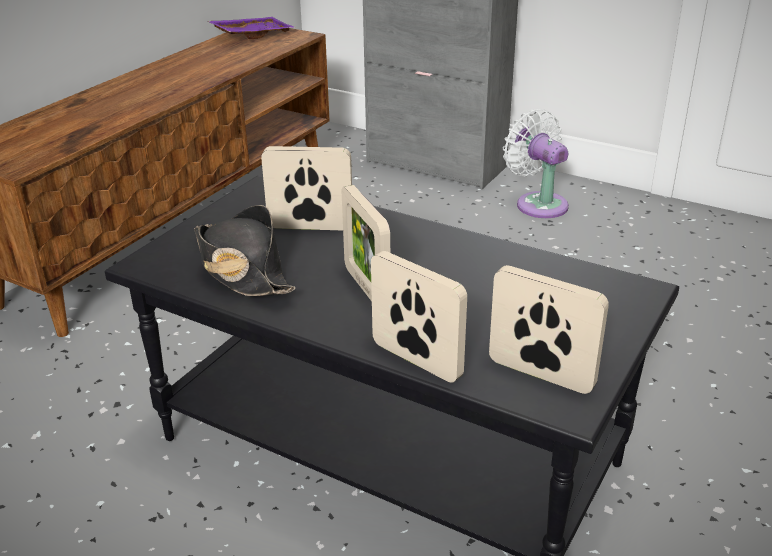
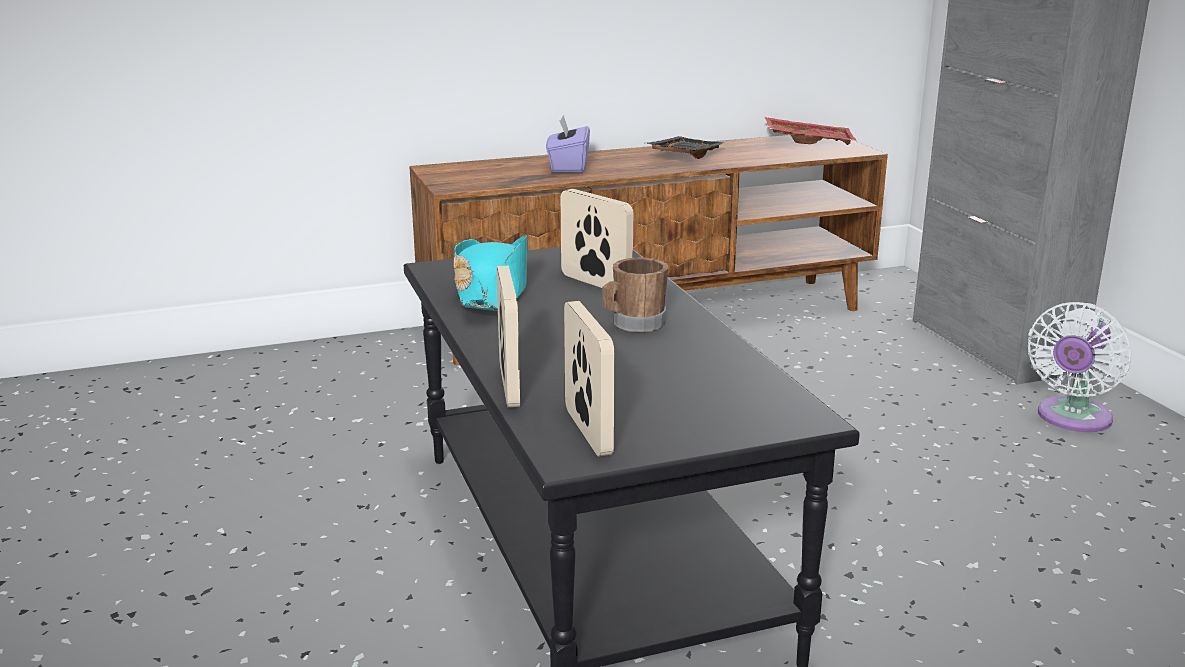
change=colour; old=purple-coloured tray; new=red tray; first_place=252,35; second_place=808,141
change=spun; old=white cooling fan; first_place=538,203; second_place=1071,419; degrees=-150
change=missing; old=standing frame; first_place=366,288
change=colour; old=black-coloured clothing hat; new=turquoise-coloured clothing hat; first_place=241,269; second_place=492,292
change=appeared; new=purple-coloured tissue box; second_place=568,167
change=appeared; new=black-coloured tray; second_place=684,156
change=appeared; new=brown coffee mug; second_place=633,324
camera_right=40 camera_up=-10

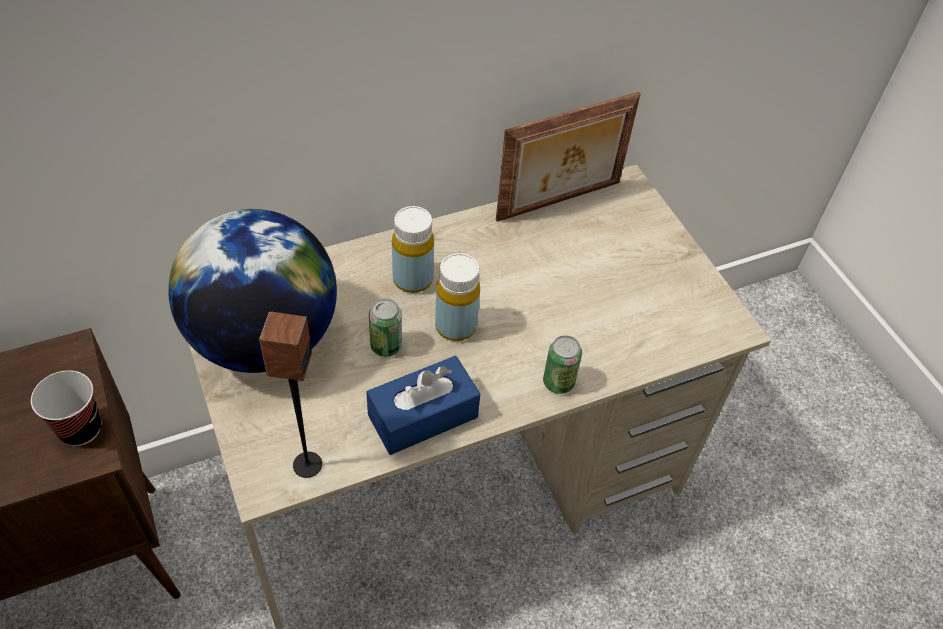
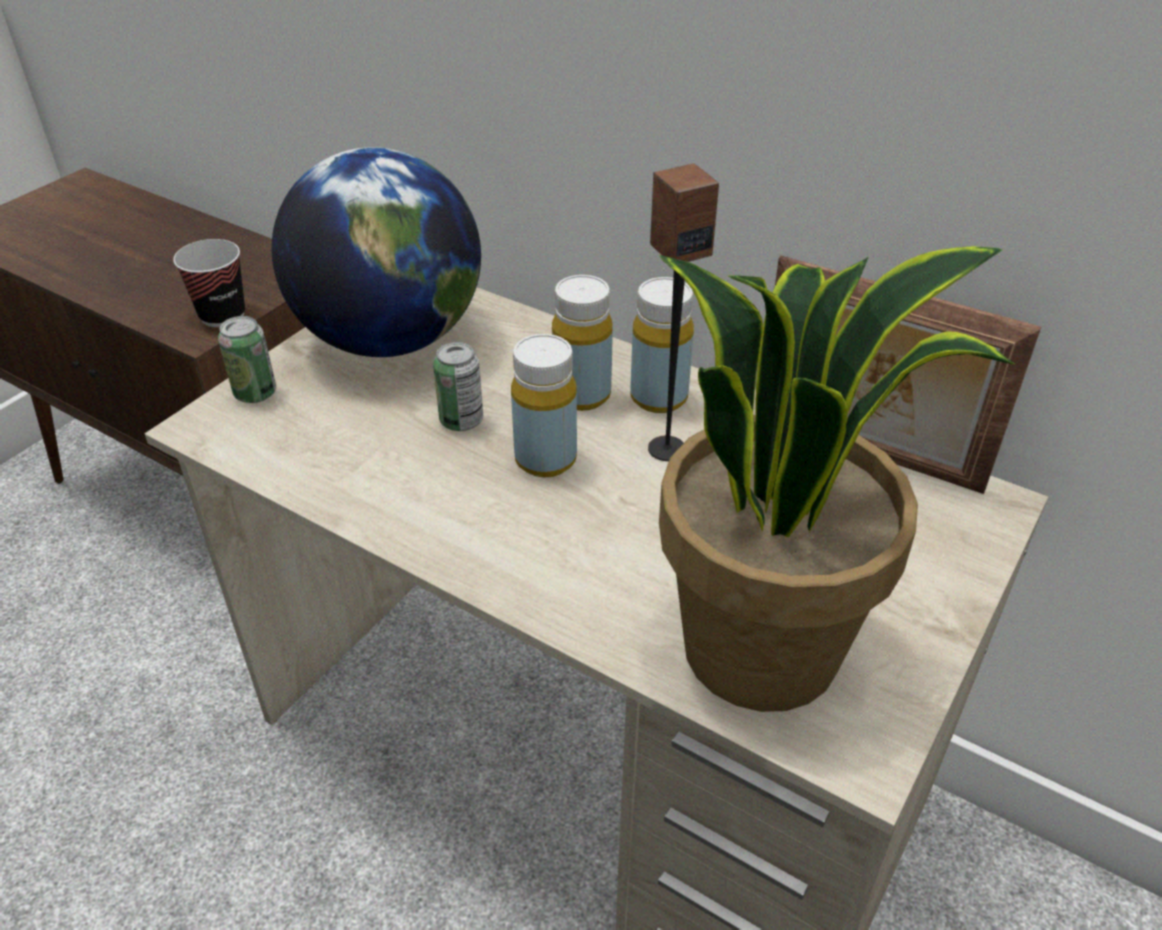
change=relocated; old=loudspeaker; first_place=307,464; second_place=666,448
change=relocated; old=sealed can; first_place=558,382; second_place=255,393
change=missing; old=blue tissue box; first_place=423,416
change=appeared; new=plant in a pot; second_place=762,646
change=appeared; new=yellowish beverage bottle; second_place=658,397
camera_right=60 camera_up=-10

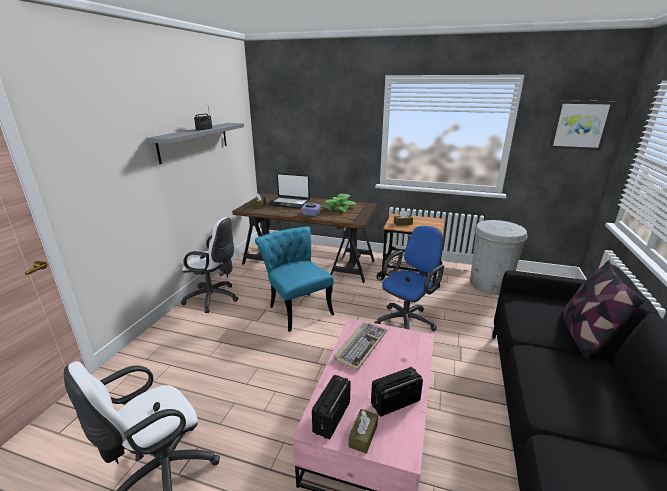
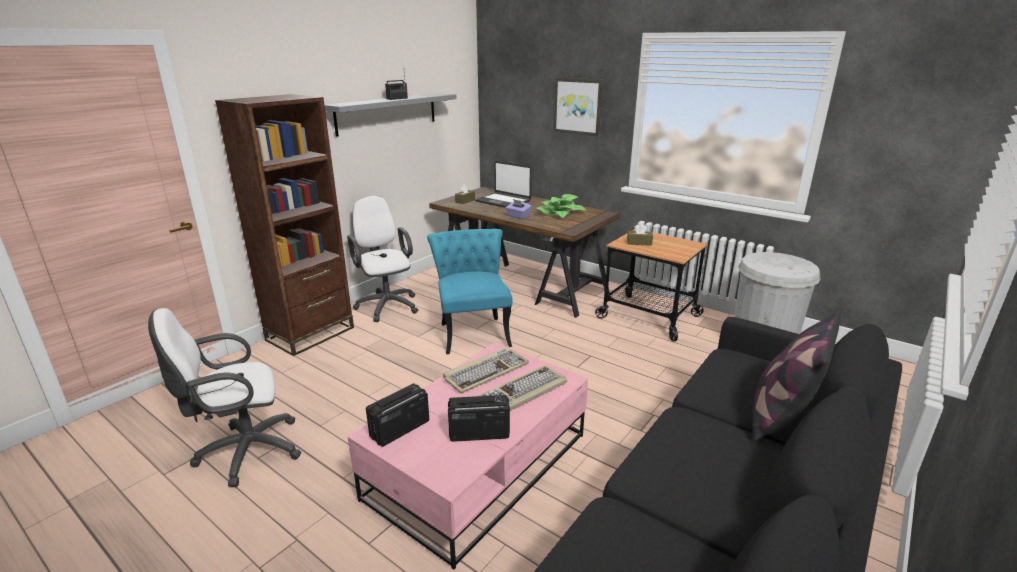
change=relocated; old=wall art; first_place=579,125; second_place=578,106
change=spun; old=white office chair; first_place=214,298; second_place=386,305; degrees=-150
change=missing; old=blue office chair; first_place=407,321
change=missing; old=brown tissue box; first_place=363,435
change=appeared; new=brown bookcase; second_place=310,334
change=appeared; new=computer keyboard; second_place=523,392
camera_right=20 camera_up=0

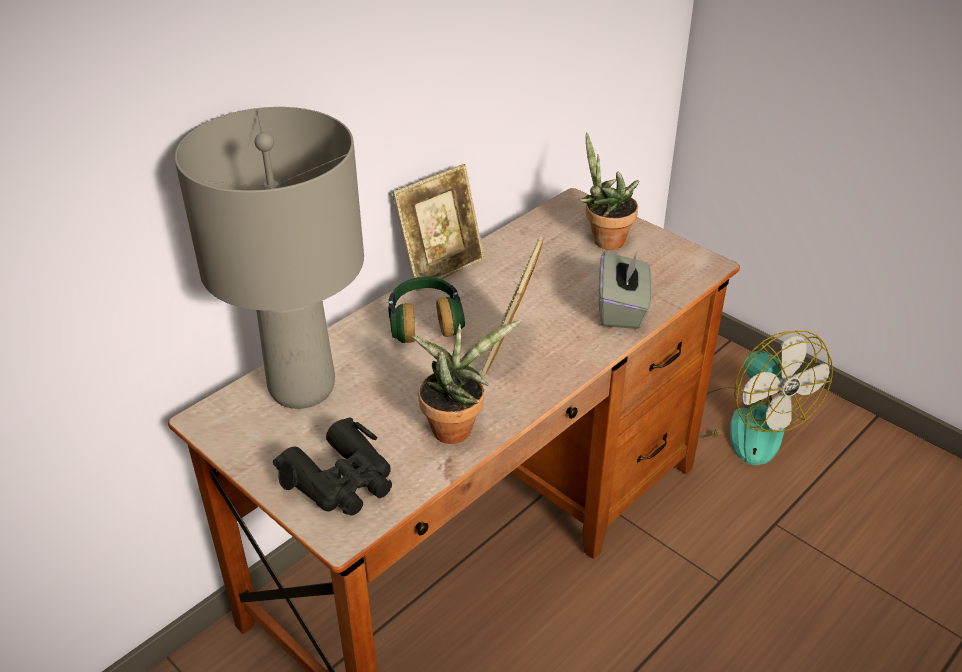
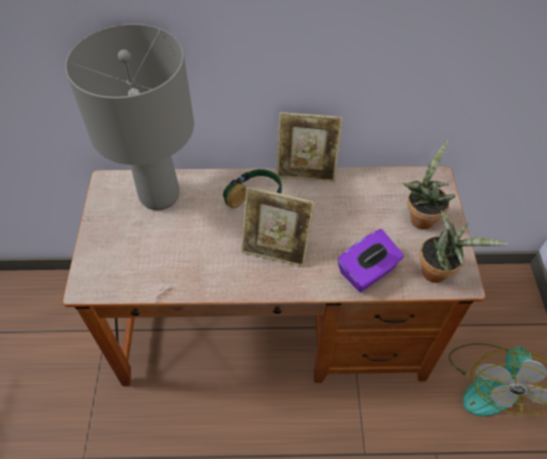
change=spun; old=standing frame; first_place=510,349; second_place=276,249; degrees=-135
change=colour; old=gray tissue box; new=purple-coloured tissue box; first_place=622,309; second_place=367,272
change=relocated; old=plant in a pot; first_place=456,426; second_place=438,271
change=missing; old=black-coloured binoculars; first_place=341,480
camera_right=45 camera_up=15

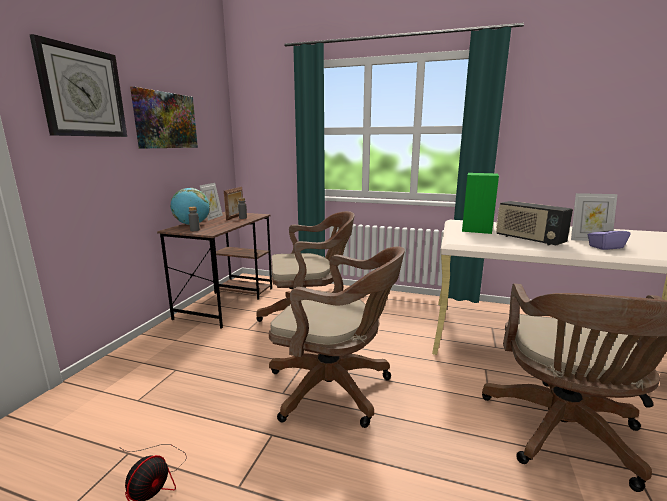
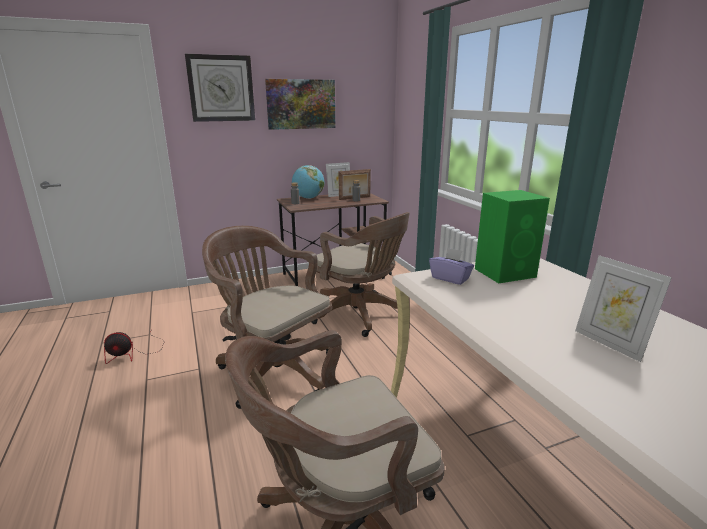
change=missing; old=radio; first_place=528,239
change=relocated; old=purple-coloured tissue box; first_place=605,247; second_place=450,278
change=spun; old=brown office chair; first_place=335,389; second_place=273,370; degrees=150
camera_right=50 camera_up=5

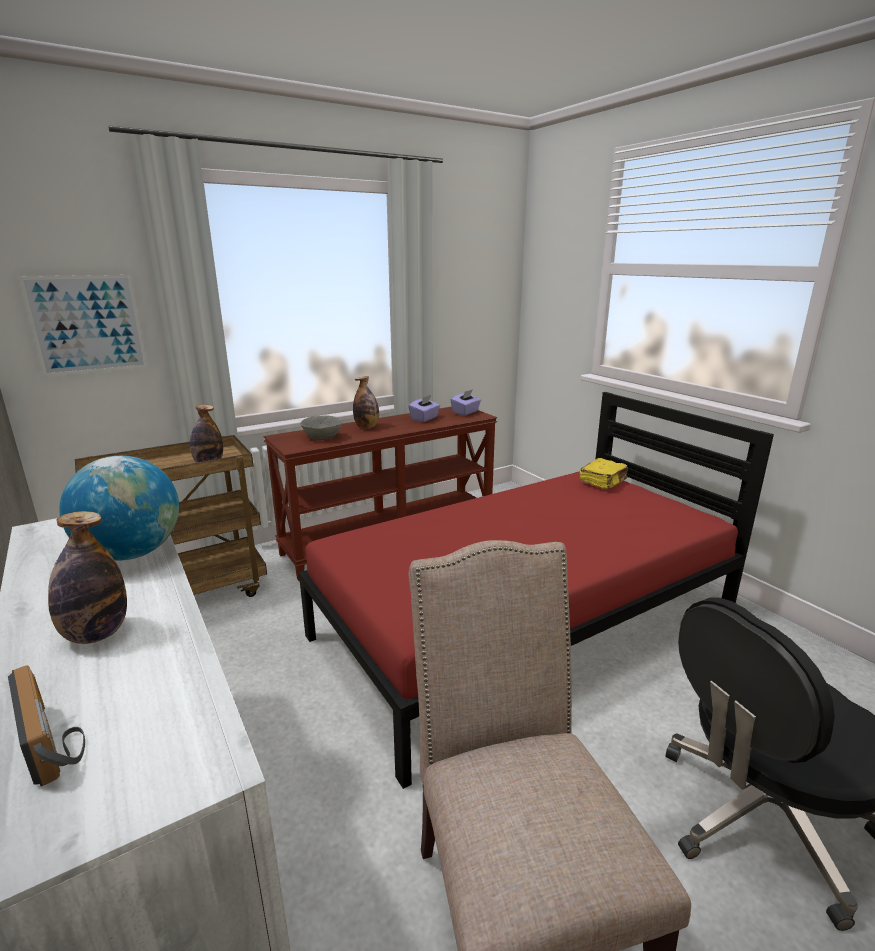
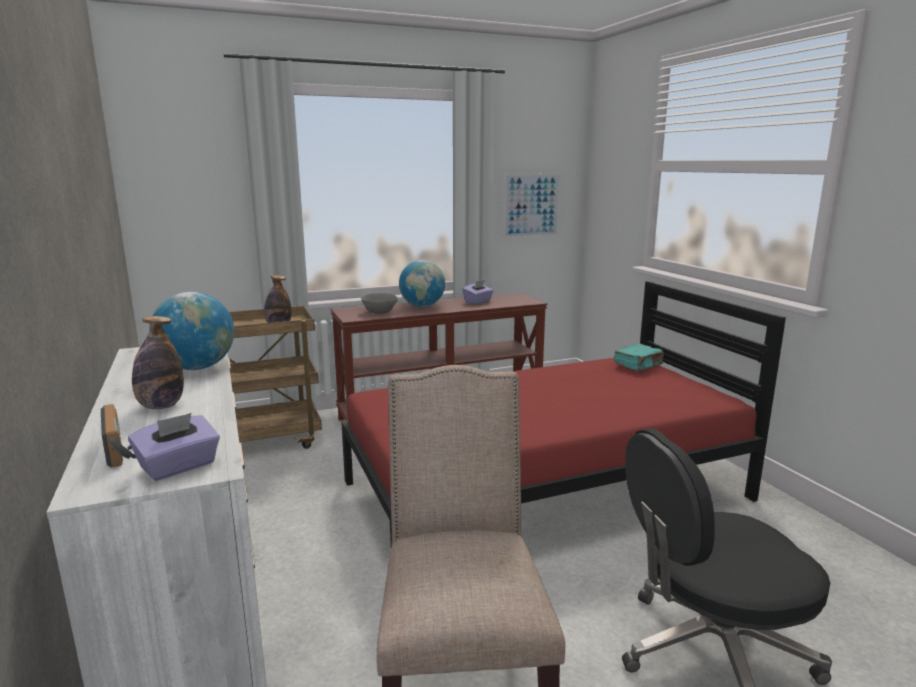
change=relocated; old=wall art; first_place=87,325; second_place=531,205
change=exchanged; old=beverage bottle; new=desk globe; first_place=367,427; second_place=422,306
change=relocated; old=purple-coloured tissue box; first_place=465,412; second_place=179,467
change=colour; old=yellowish book; new=turquoise-coloured book; first_place=603,482; second_place=638,365
camera_right=10 camera_up=-5

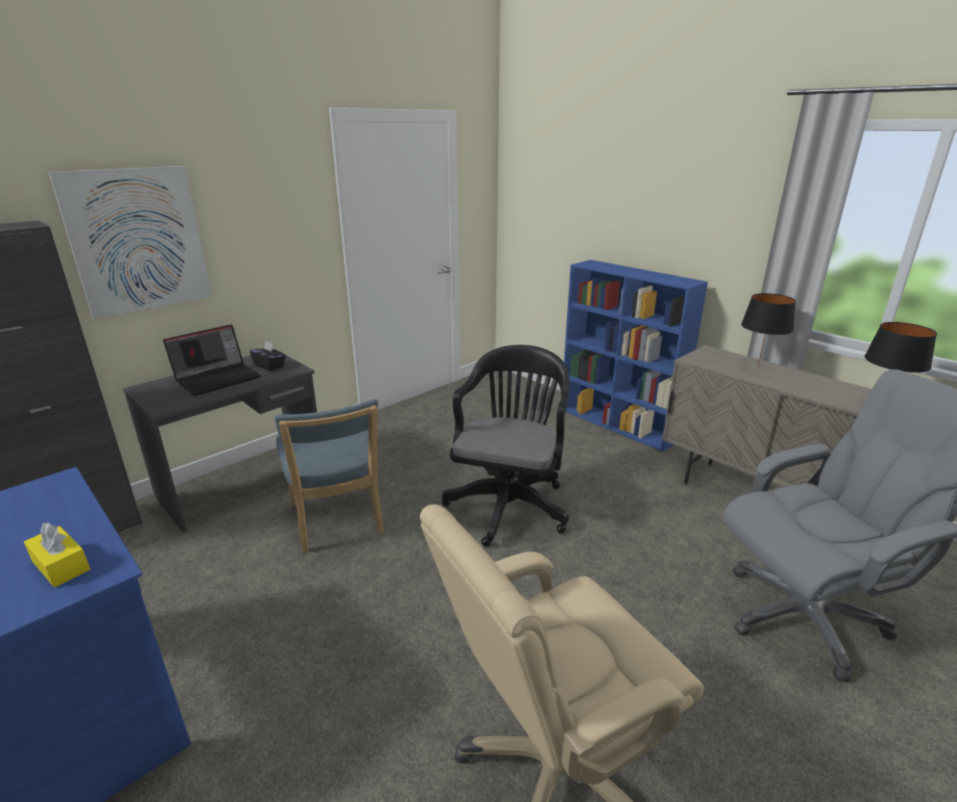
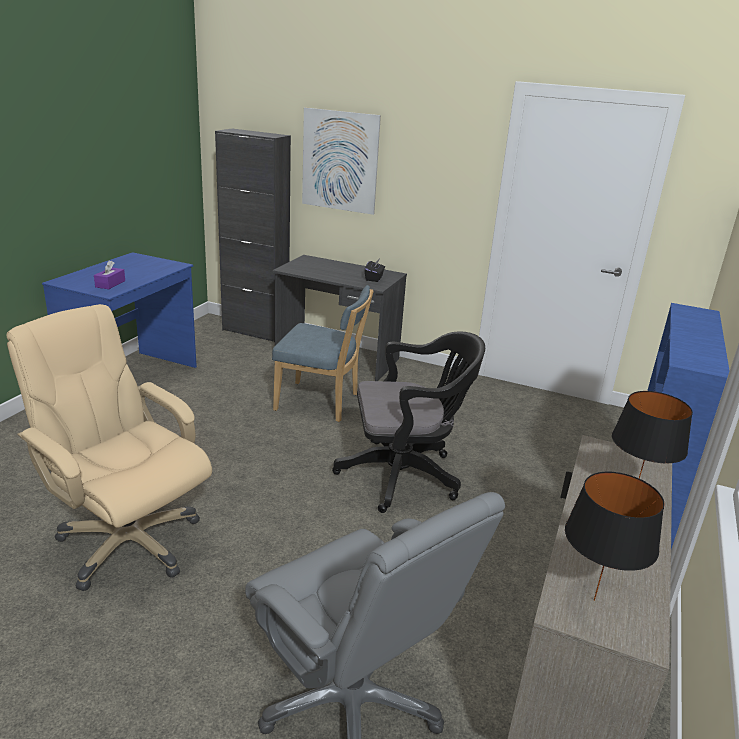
change=missing; old=notebook computer; first_place=218,378
change=spun; old=blue upright chair; first_place=337,521; second_place=321,403; degrees=-120
change=colour; old=yellowish tissue box; new=purple-coloured tissue box; first_place=61,565; second_place=110,284
camera_right=65 camera_up=0

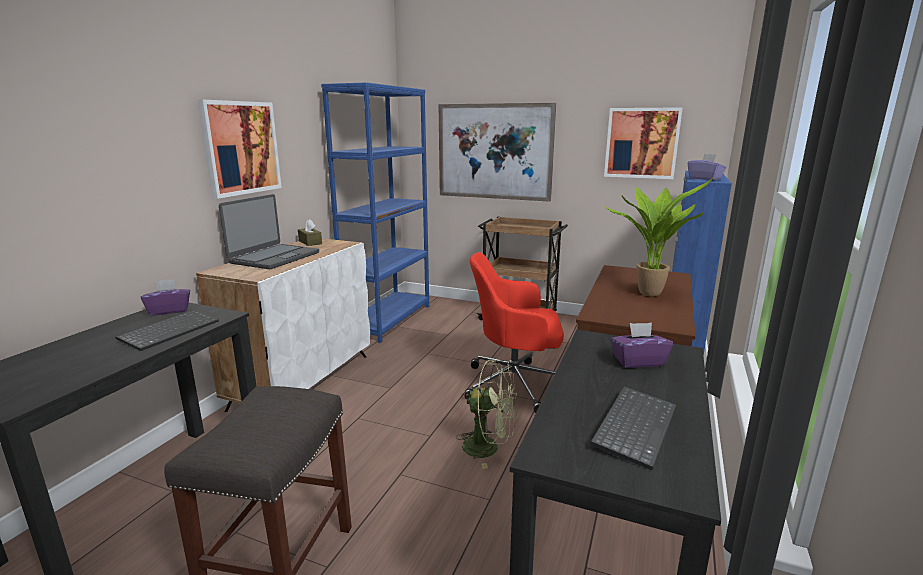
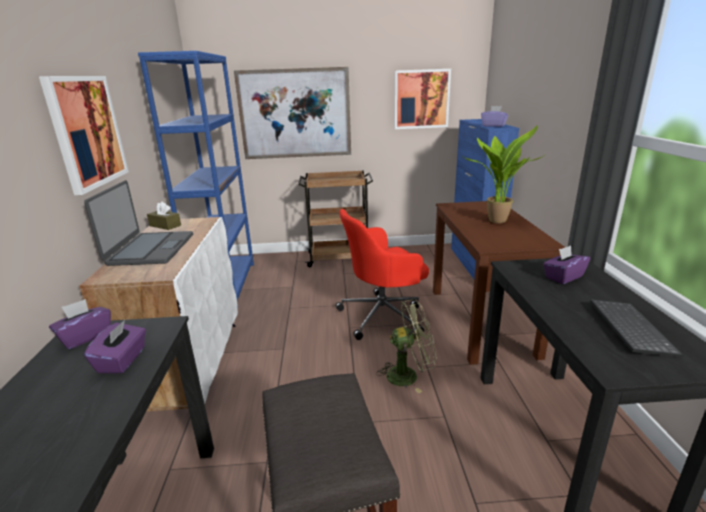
change=exchanged; old=computer keyboard; new=purple-coloured tissue box; first_place=170,331; second_place=122,360
camera_right=-25 camera_up=5

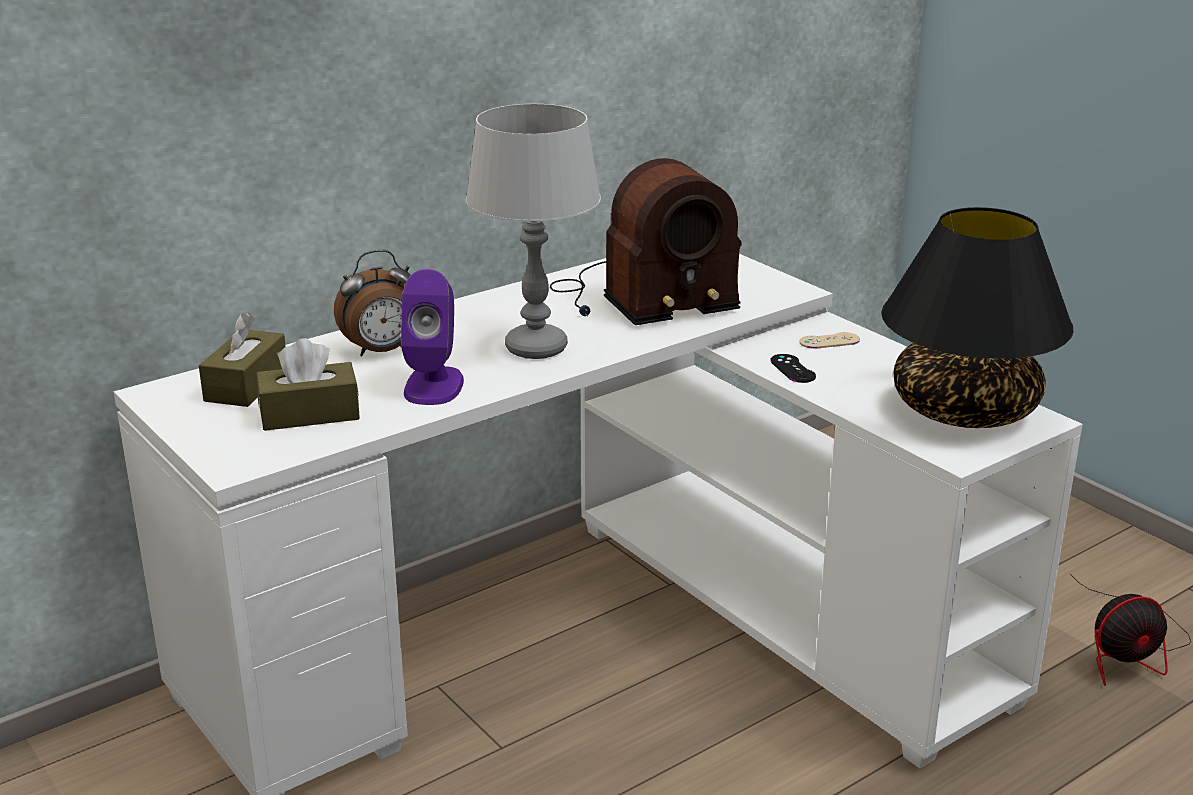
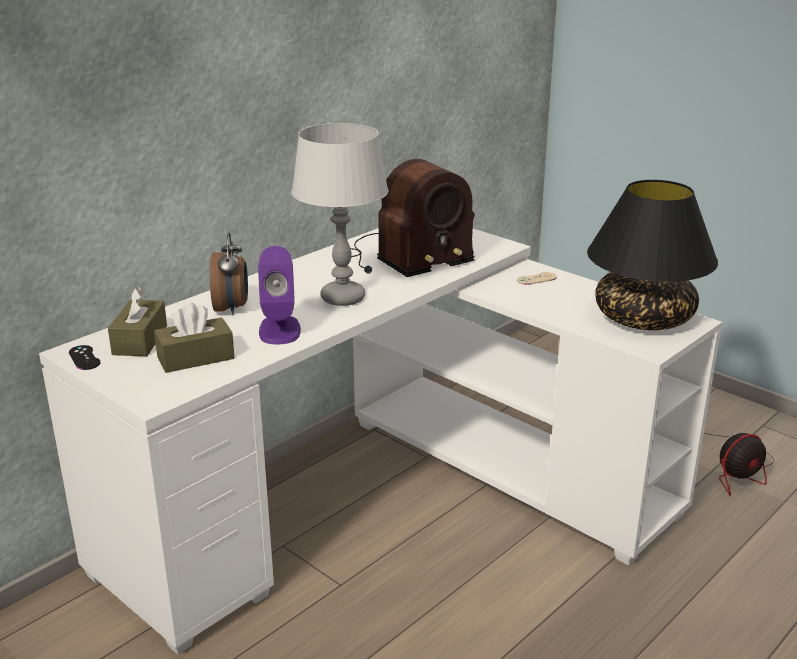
change=spun; old=alarm clock; first_place=381,351; second_place=232,308; degrees=-60
change=relocated; old=black-coloured joypad; first_place=792,369; second_place=84,358
camera_right=-10 camera_up=0

